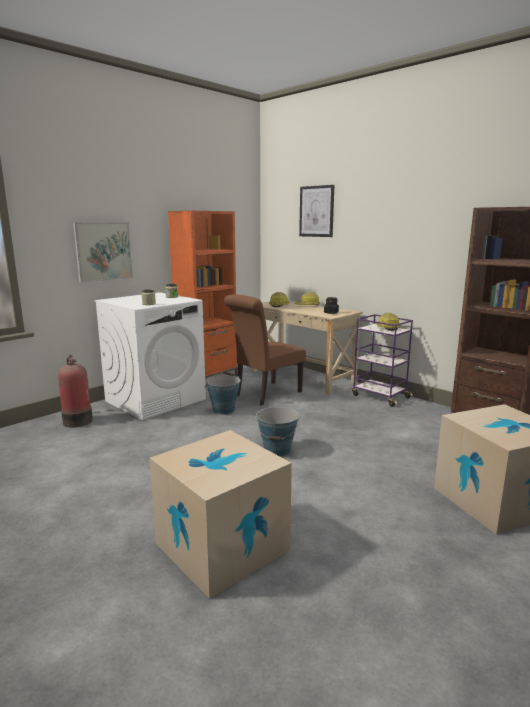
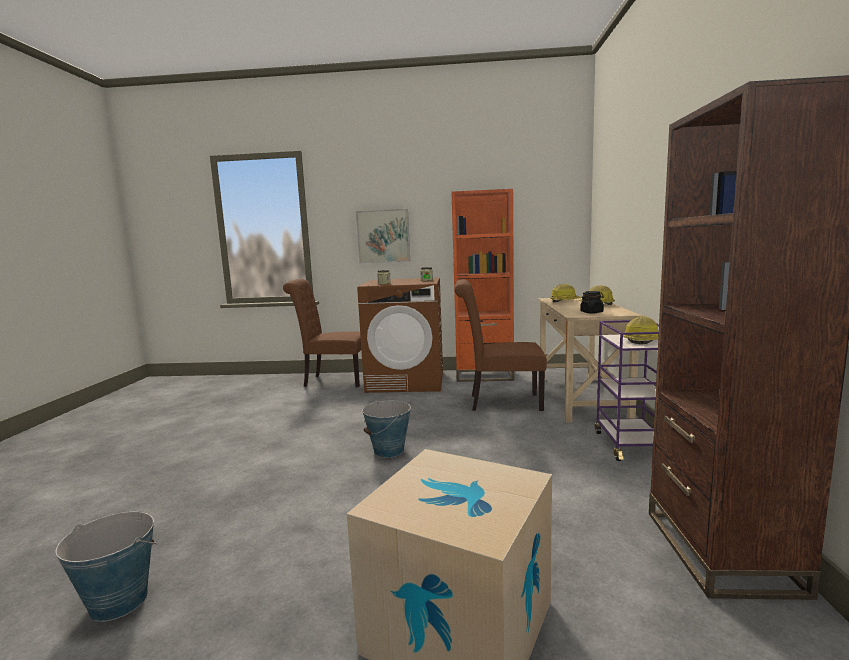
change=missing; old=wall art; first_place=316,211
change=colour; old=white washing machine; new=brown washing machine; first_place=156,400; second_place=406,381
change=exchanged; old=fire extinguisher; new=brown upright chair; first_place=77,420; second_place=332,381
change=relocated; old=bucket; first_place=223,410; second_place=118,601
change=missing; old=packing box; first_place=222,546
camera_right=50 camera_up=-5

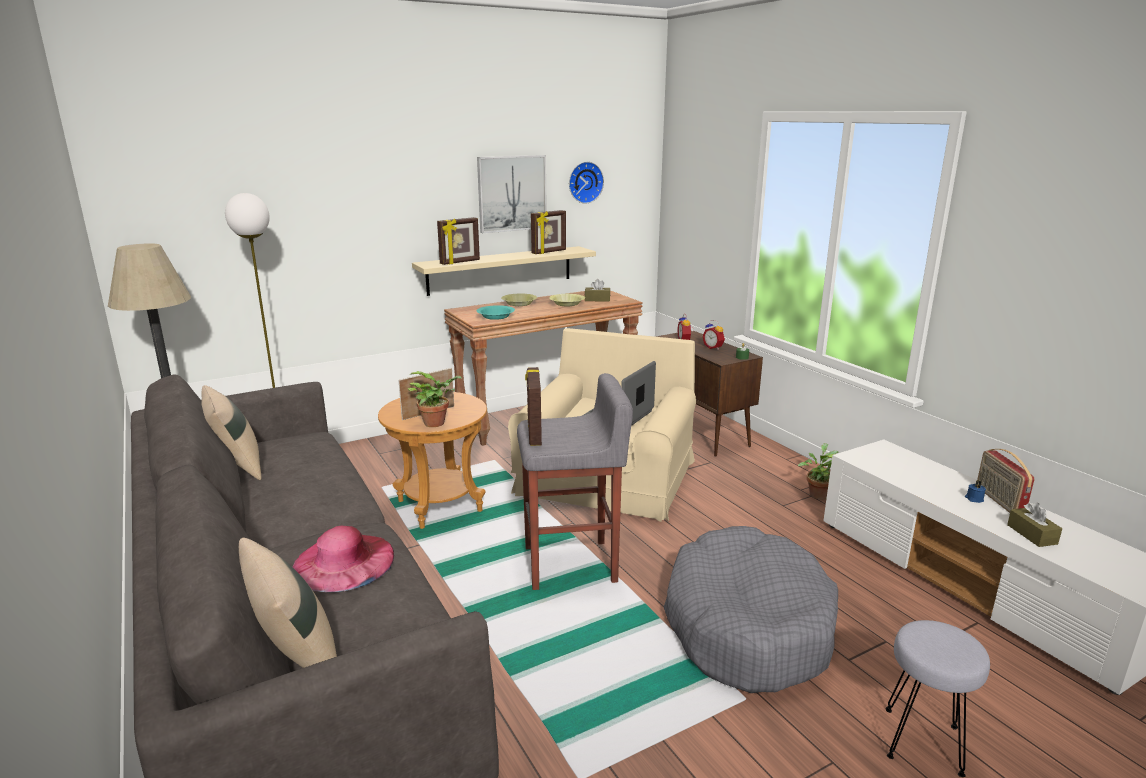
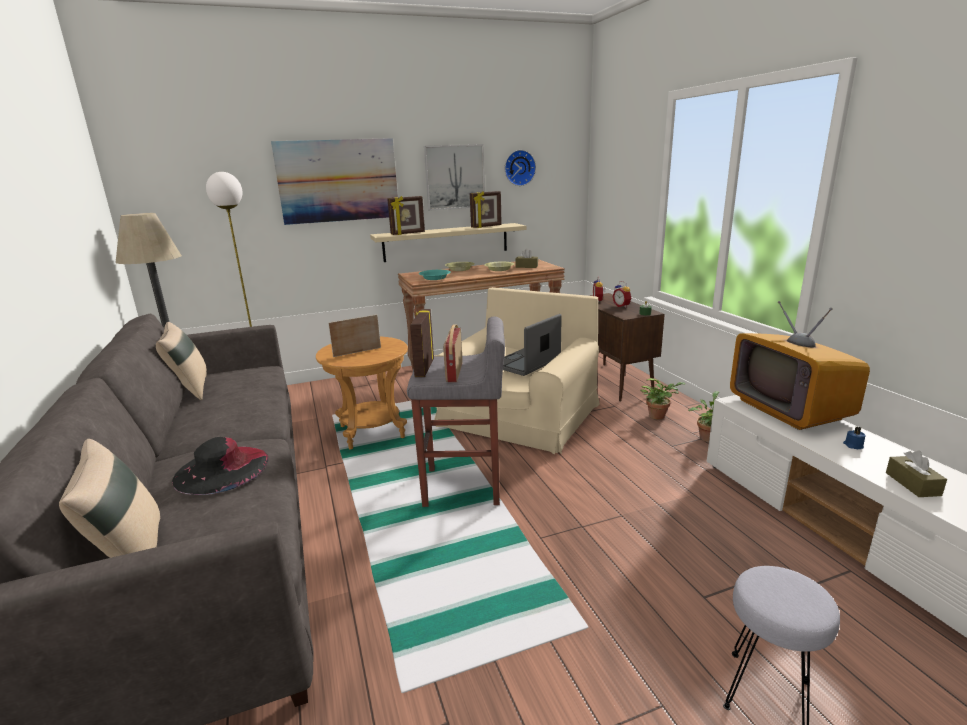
change=relocated; old=plant in a pot; first_place=437,423; second_place=659,416
change=relocated; old=radio; first_place=998,500; second_place=453,372
change=colour; old=pink-coloured clothing hat; new=black-coloured clothing hat; first_place=344,561; second_place=222,469
change=missing; old=gray dog bed; first_place=746,625
change=appeared; new=wall art; second_place=338,181
change=appeared; new=television; second_place=789,409
camera_right=10 camera_up=0

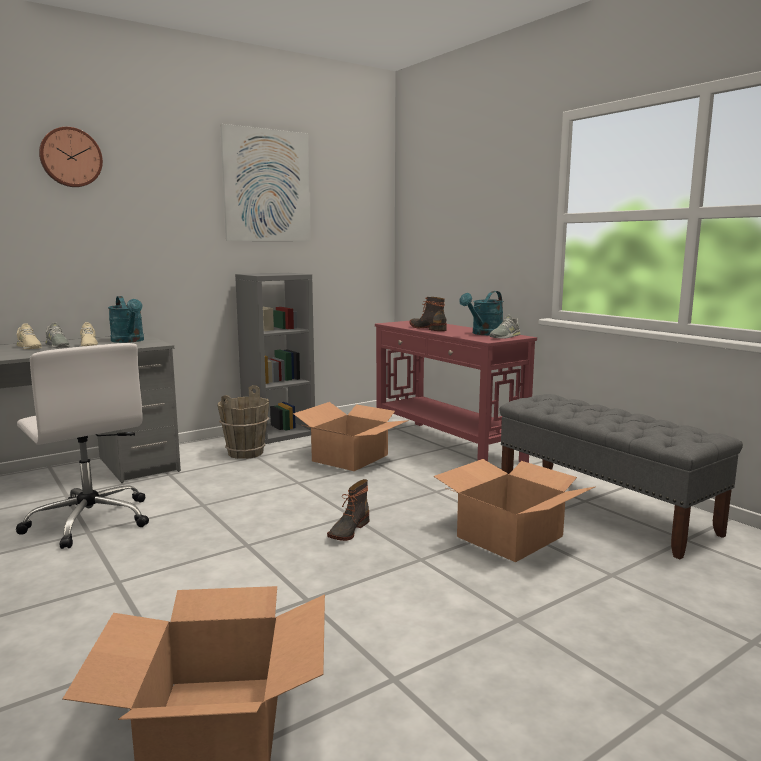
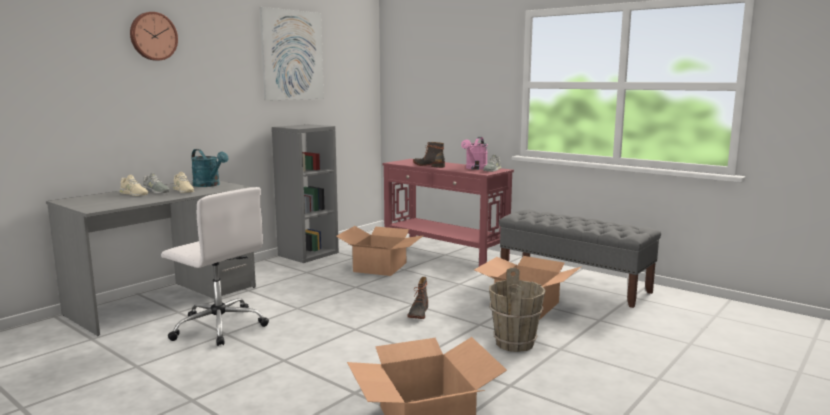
change=colour; old=turquoise-coloured watering pot; new=pink-coloured watering pot; first_place=484,334; second_place=475,168
change=relocated; old=brown bucket; first_place=246,453; second_place=515,343
camera_right=-15 camera_up=0

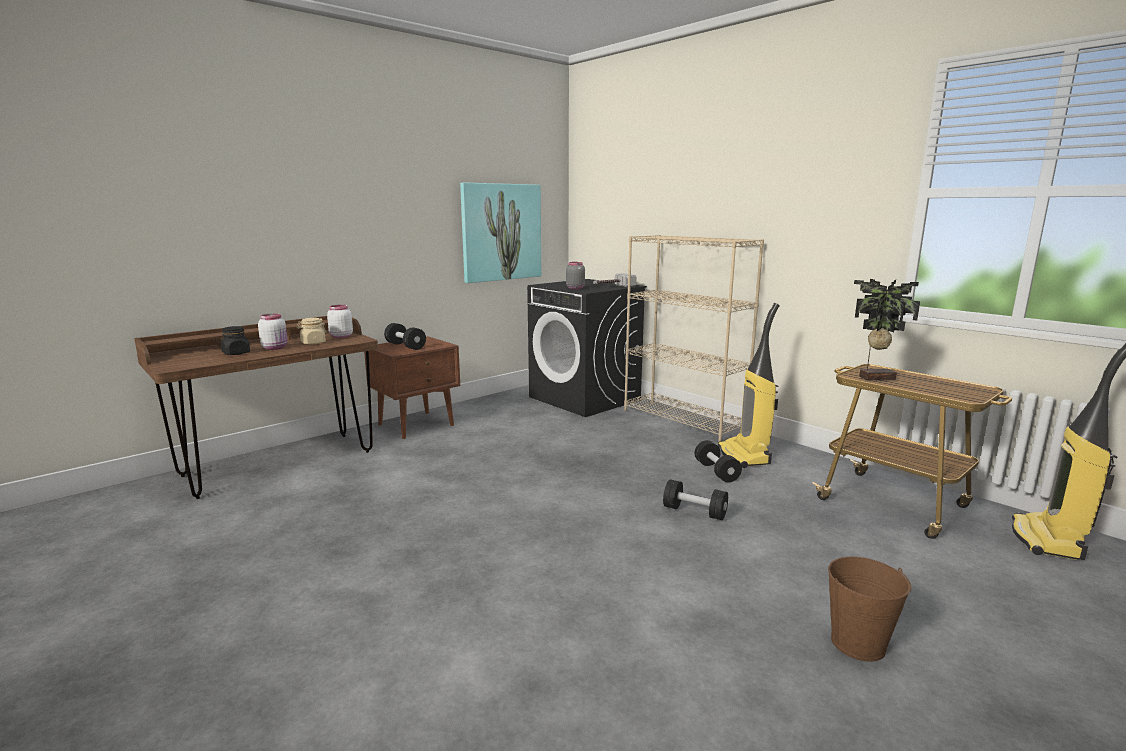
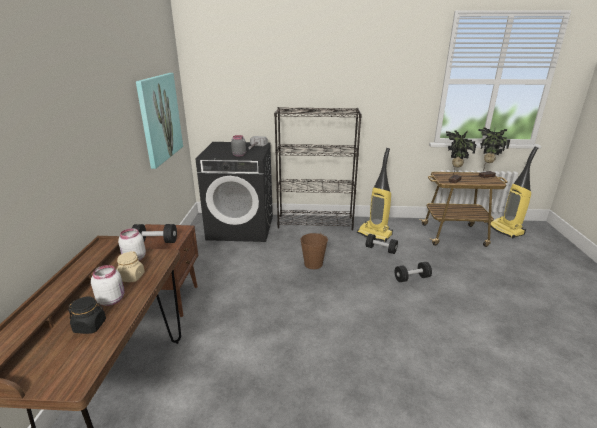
change=colour; old=beige bookcase; new=black-coloured bookcase; first_place=683,420; second_place=315,222
change=relocated; old=brown bucket; first_place=857,643; second_place=313,264
change=appeared; new=plant in a pot; second_place=485,176
camera_right=-45 camera_up=10

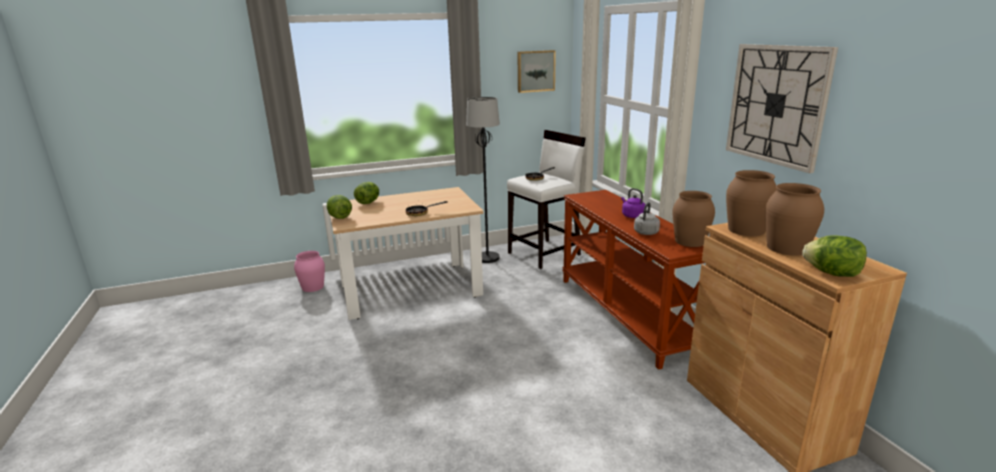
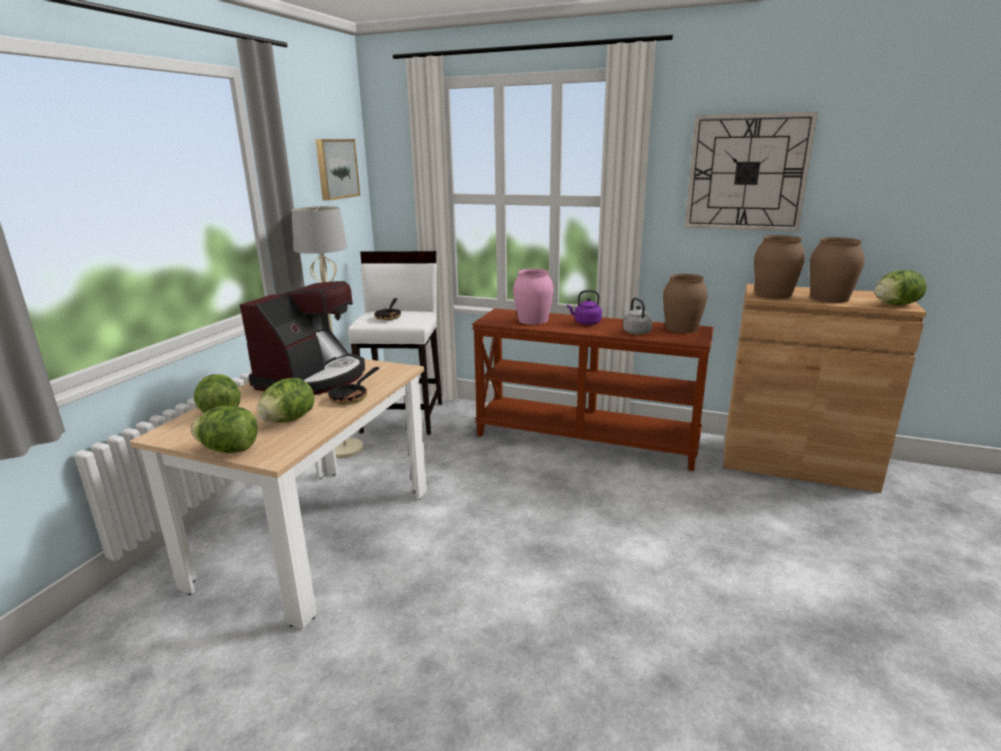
change=colour; old=black-coloured standard lamp; new=beige standard lamp; first_place=487,258; second_place=345,449
change=relocated; old=pink-coloured decorative vase; first_place=313,287; second_place=533,320
change=appeared; new=coffee machine; second_place=313,378
change=appeared; new=lettuce; second_place=289,420
camera_right=-50 camera_up=0

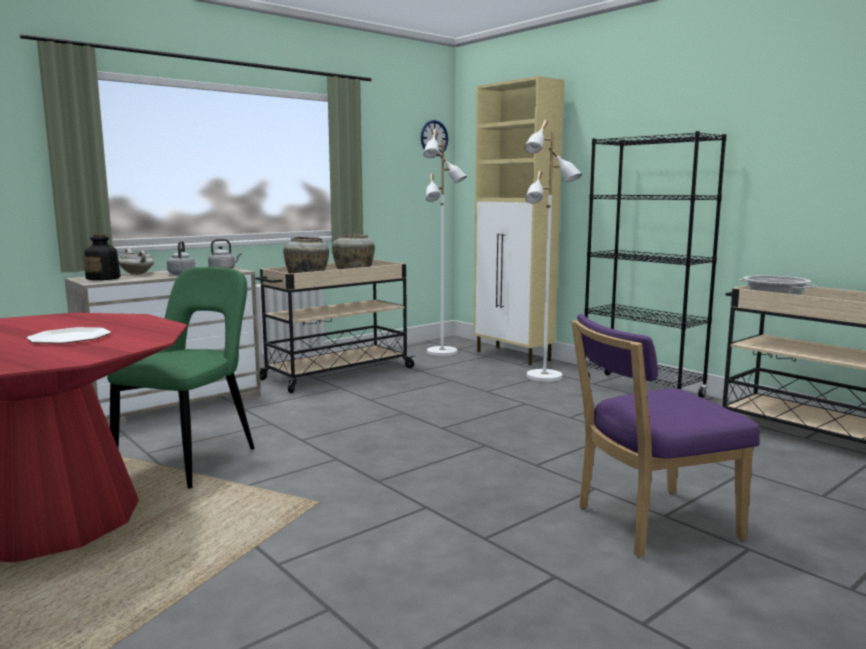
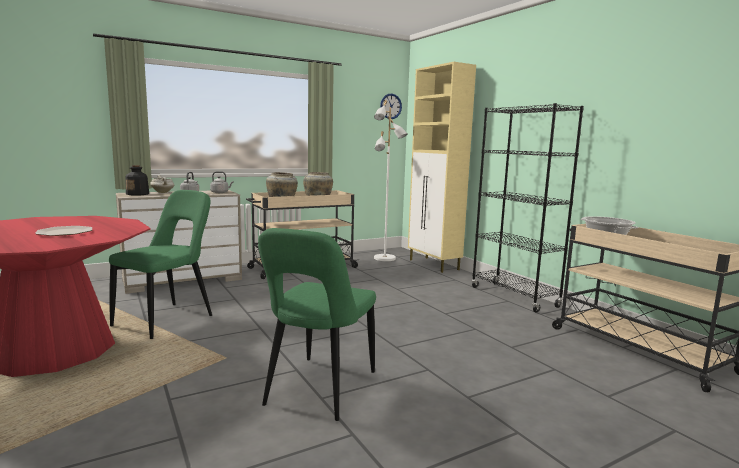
change=missing; old=white standard lamp; first_place=544,377
change=missing; old=purple-coloured upright chair; first_place=649,523
change=appeared; new=greenish upright chair; second_place=318,390
camera_right=10 camera_up=0

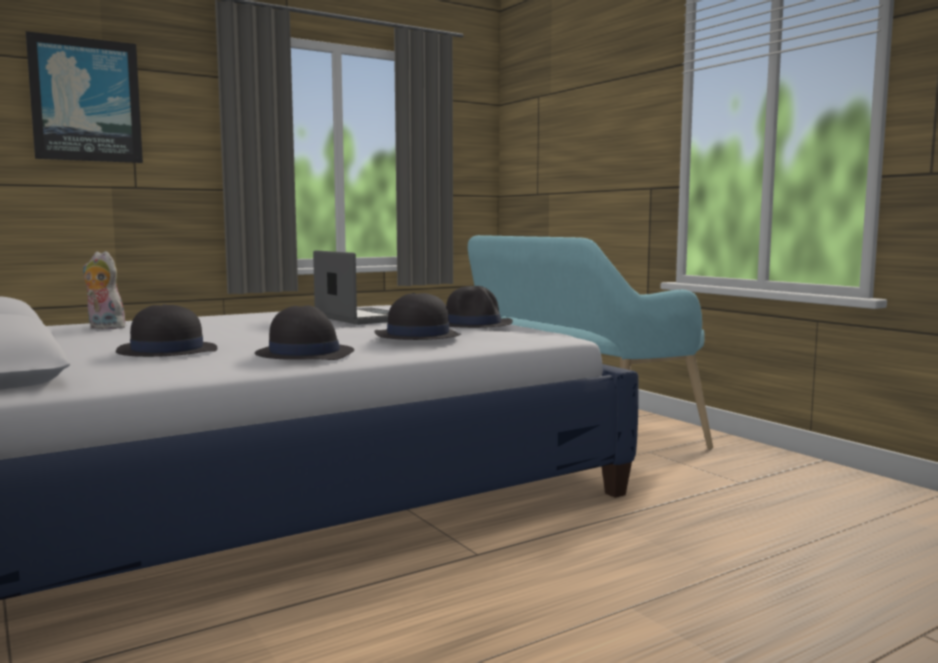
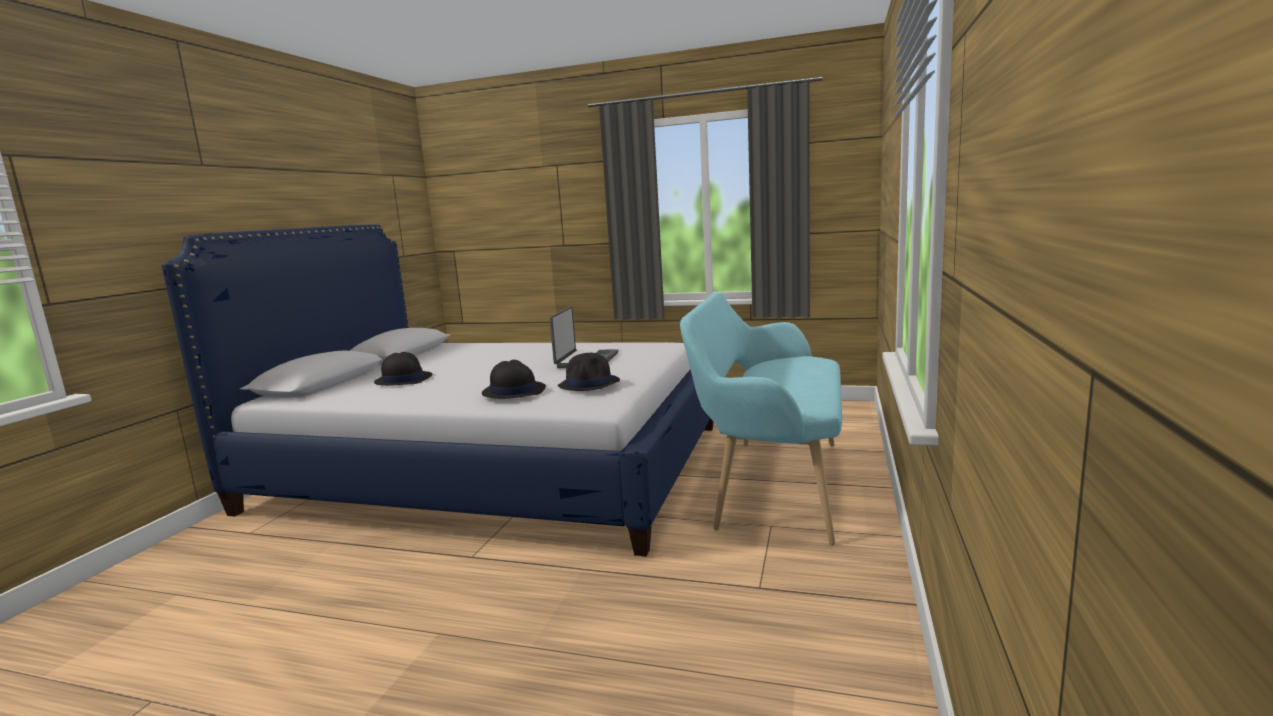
change=missing; old=wall art; first_place=86,100
change=missing; old=cuddly toy; first_place=103,328
change=missing; old=black-coloured clothing hat; first_place=304,354
camera_right=50 camera_up=5

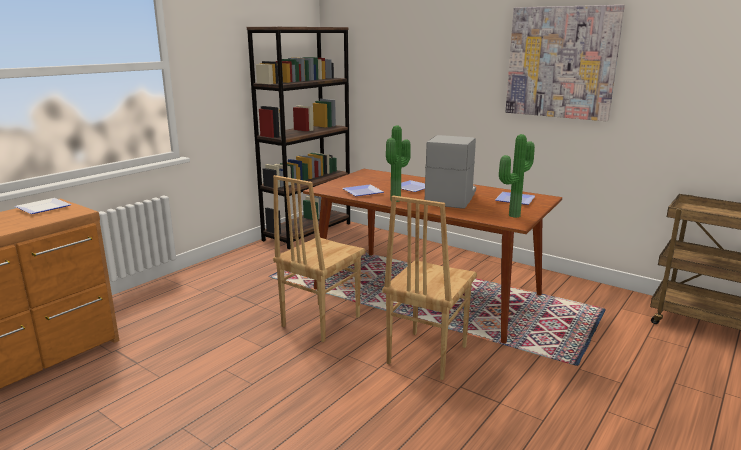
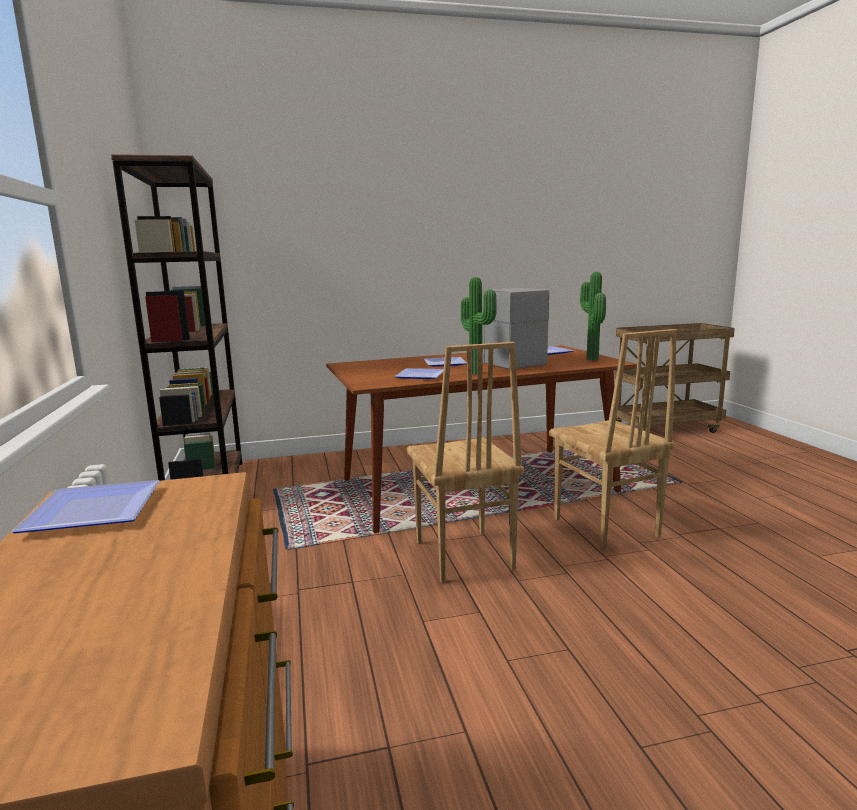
change=missing; old=wall art; first_place=561,62
camera_right=-50 camera_up=-5

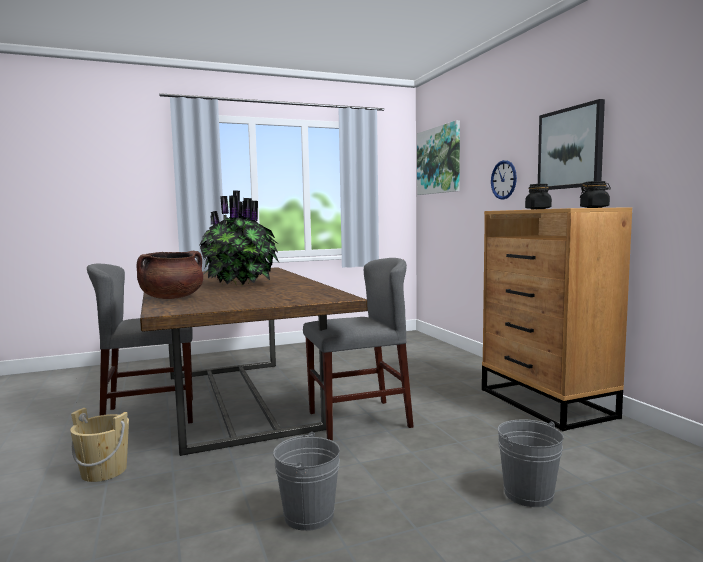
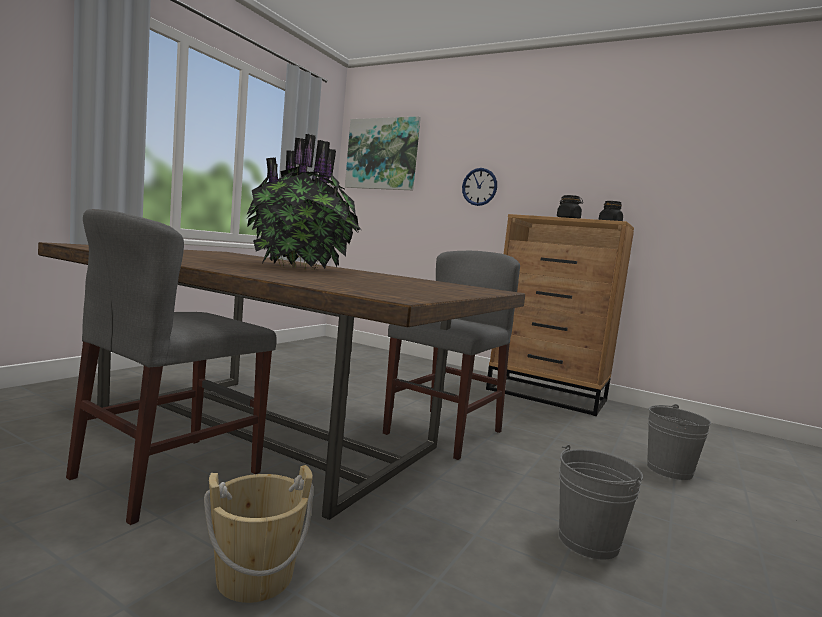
change=missing; old=wall art; first_place=570,148
change=missing; old=brown stockpot; first_place=172,298
camera_right=-40 camera_up=0

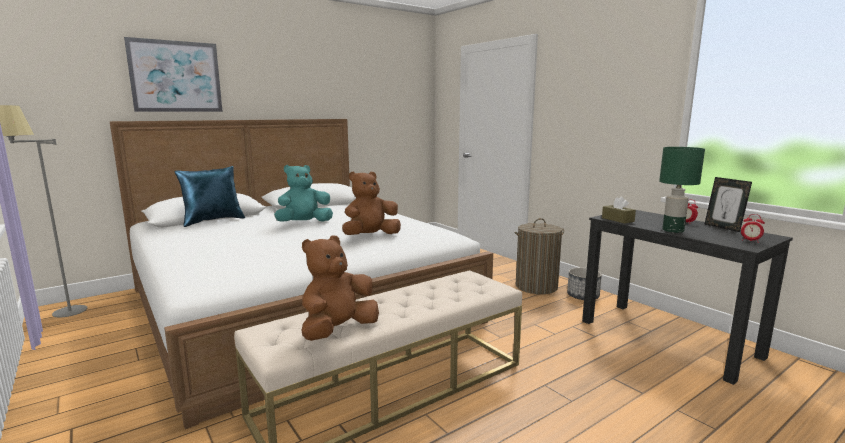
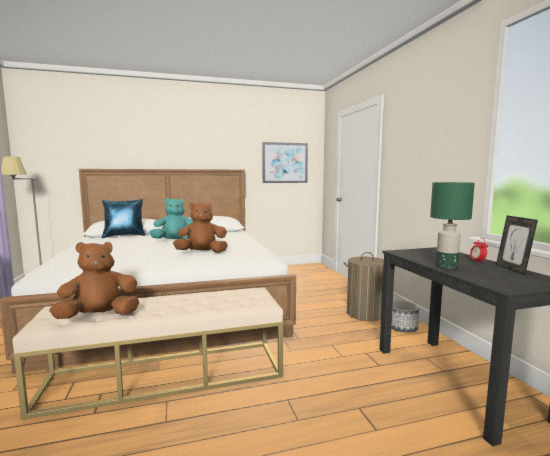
change=relocated; old=wall art; first_place=176,76; second_place=285,163
change=missing; old=brown tissue box; first_place=617,219
change=missing; old=alarm clock; first_place=750,241
camera_right=20 camera_up=-5

